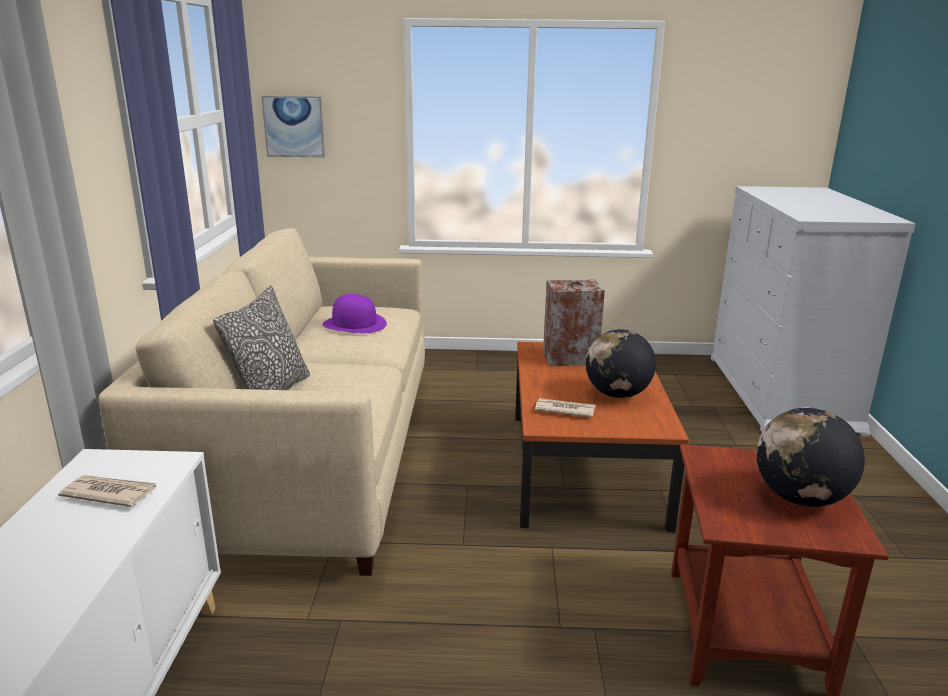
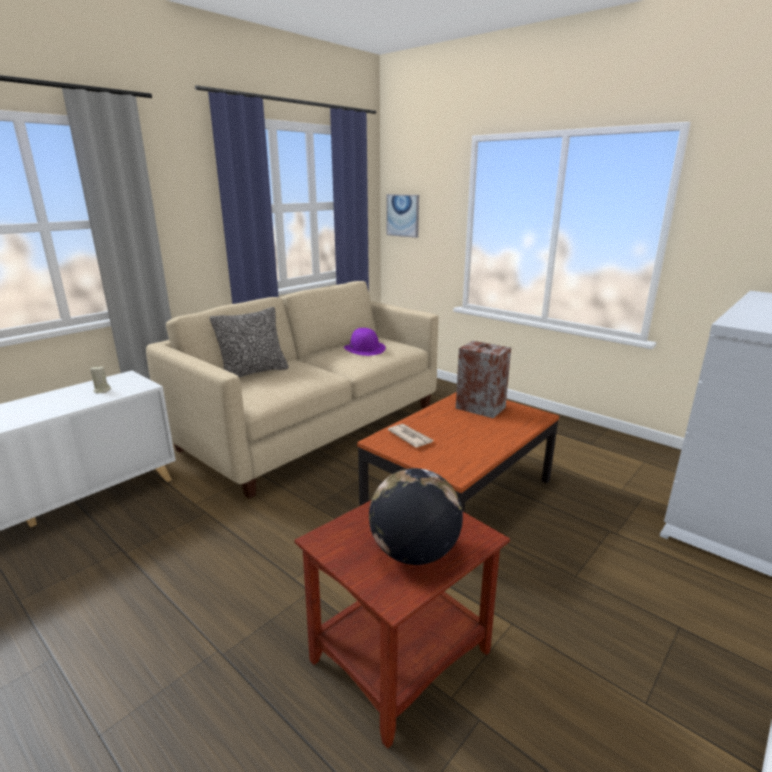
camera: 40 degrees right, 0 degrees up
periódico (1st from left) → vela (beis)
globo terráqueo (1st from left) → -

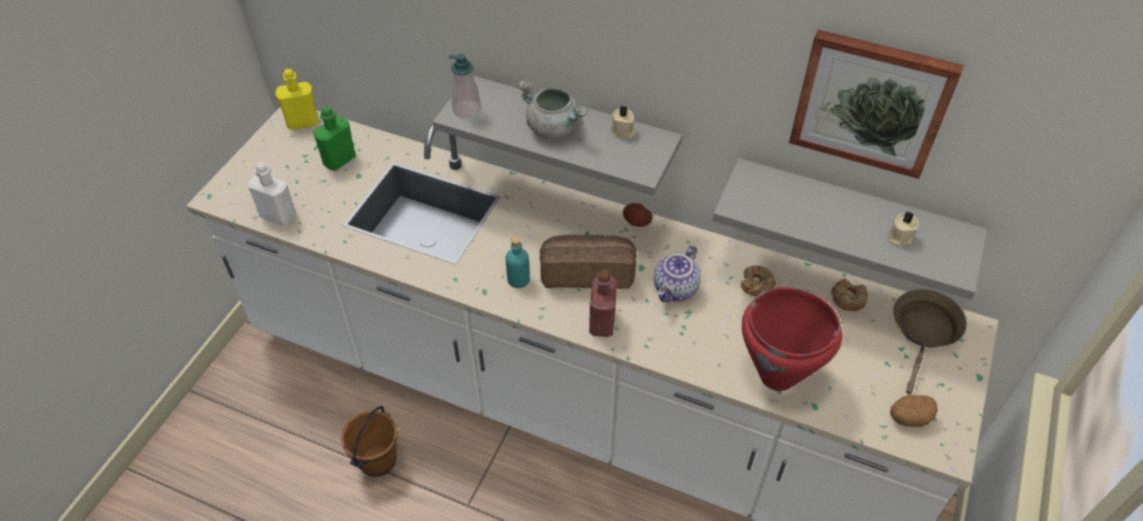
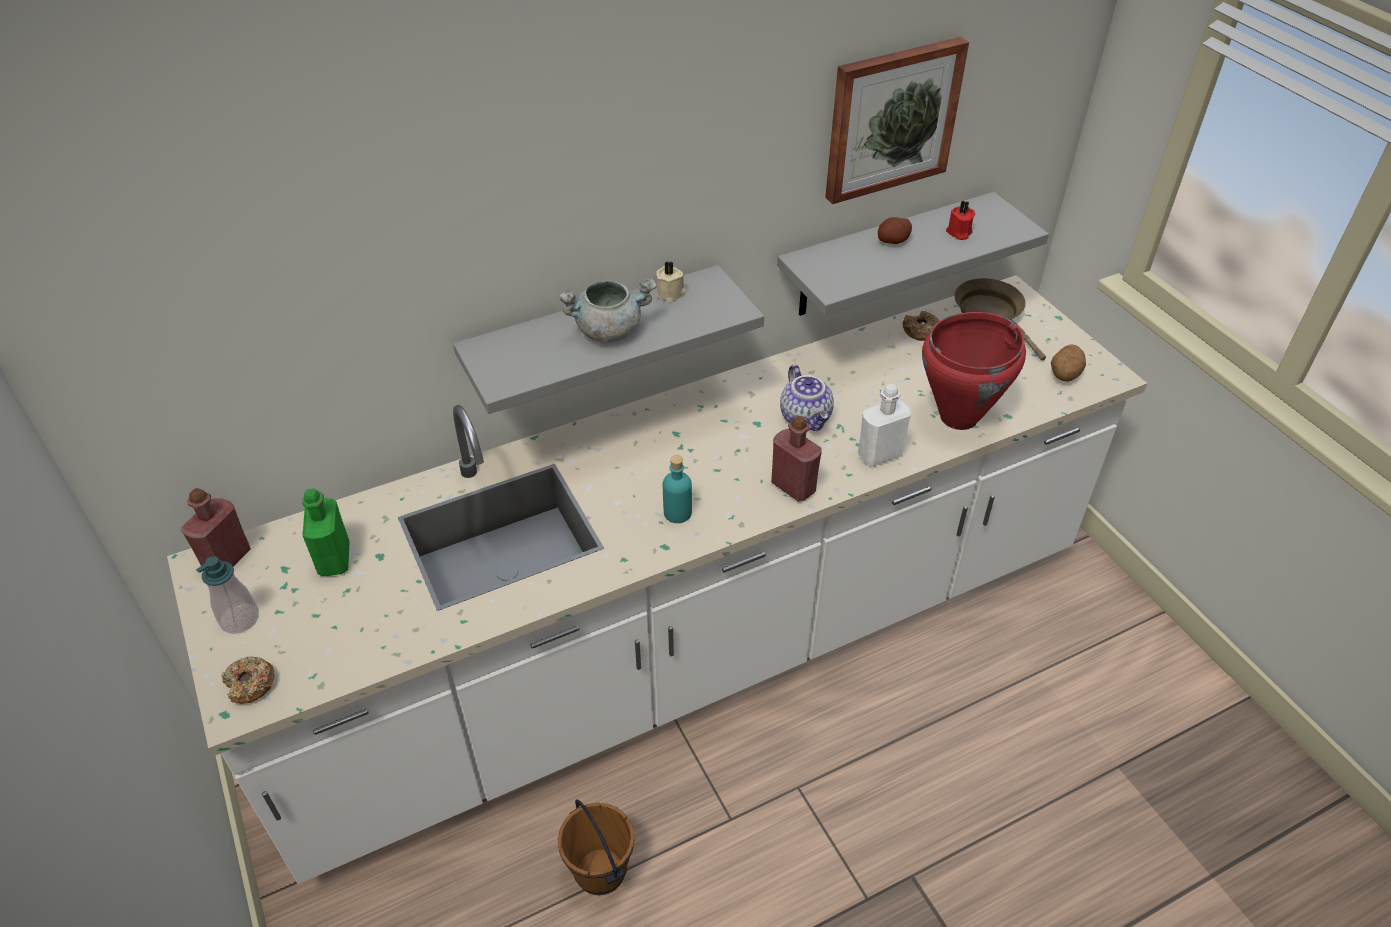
camera: 50 degrees left, 5 degrees down
botella (amarillo) → botella (rojo) (1st from left)
dispensador de jabón, move
rosquilla (1st from left), move
botella (blanco), move
patata (1st from left), move
vela (beis) (2nd from left) → vela (rojo)
pan → -

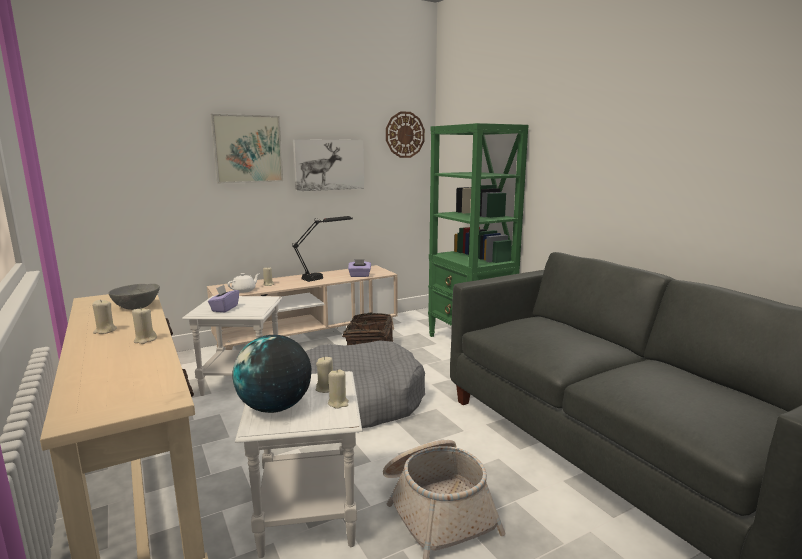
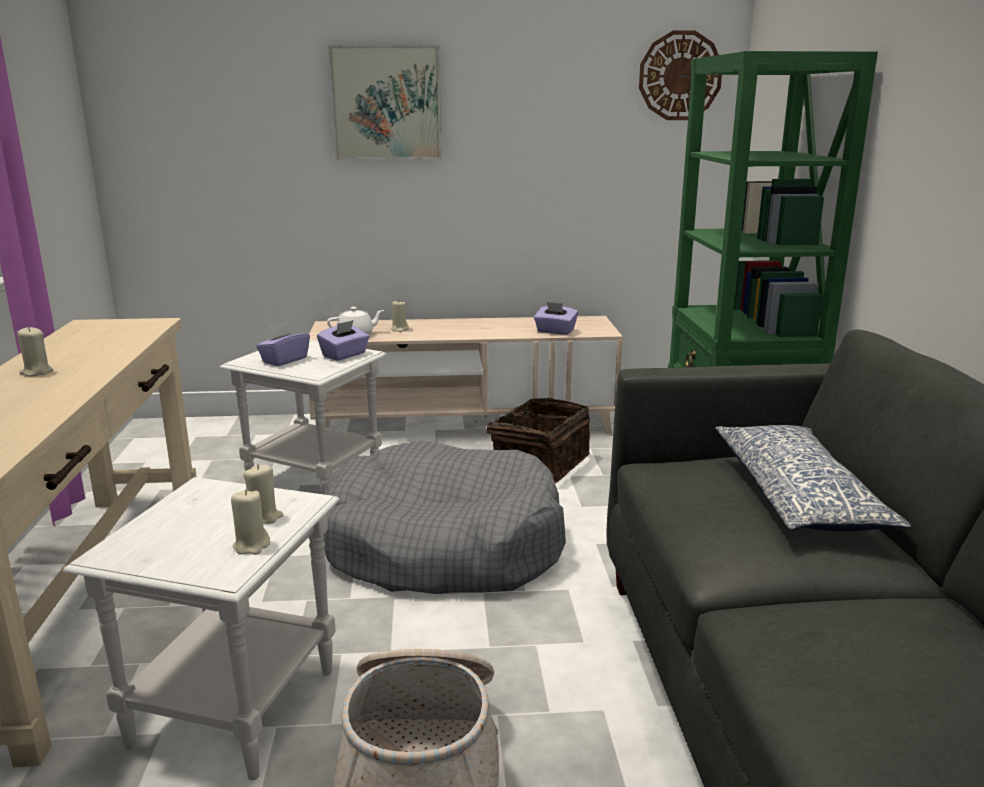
camera: 25 degrees right, 5 degrees up
- → caja de pañuelos (morado) (2nd from left)
- → cojín
cuenco (gris) → -
vela (beis) (2nd from left) → -
globo terráqueo → -
lámpara de mesa (negro) → -
cuadro (2nd from left) → -

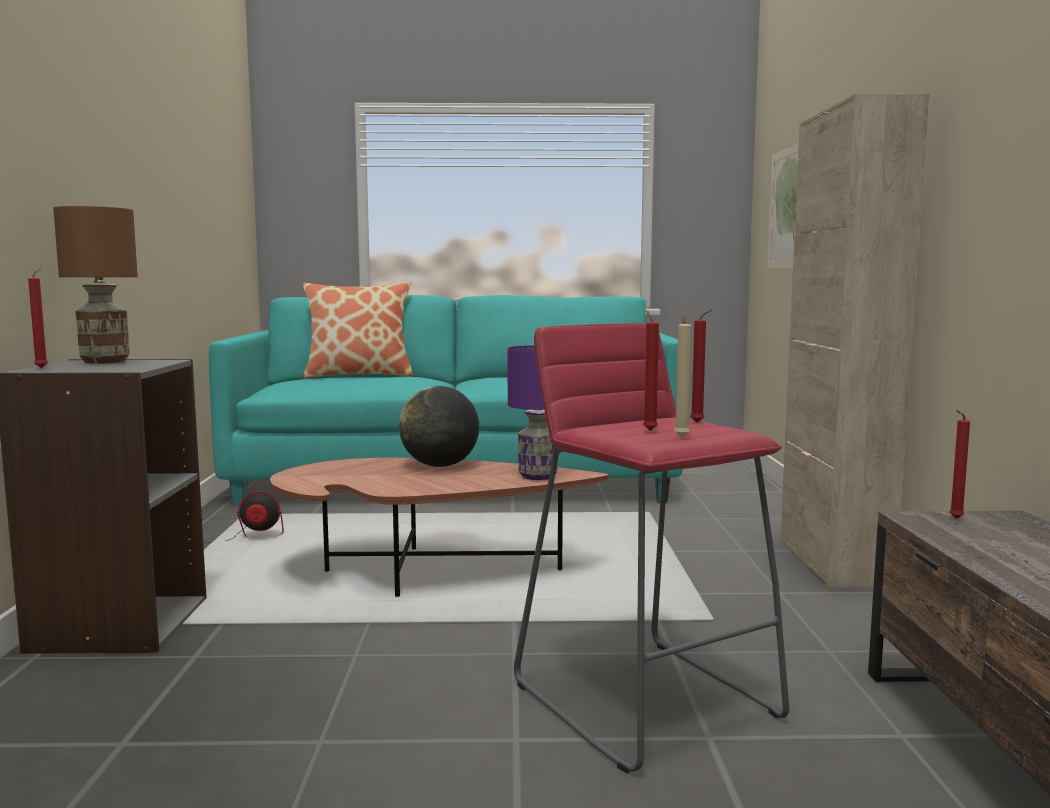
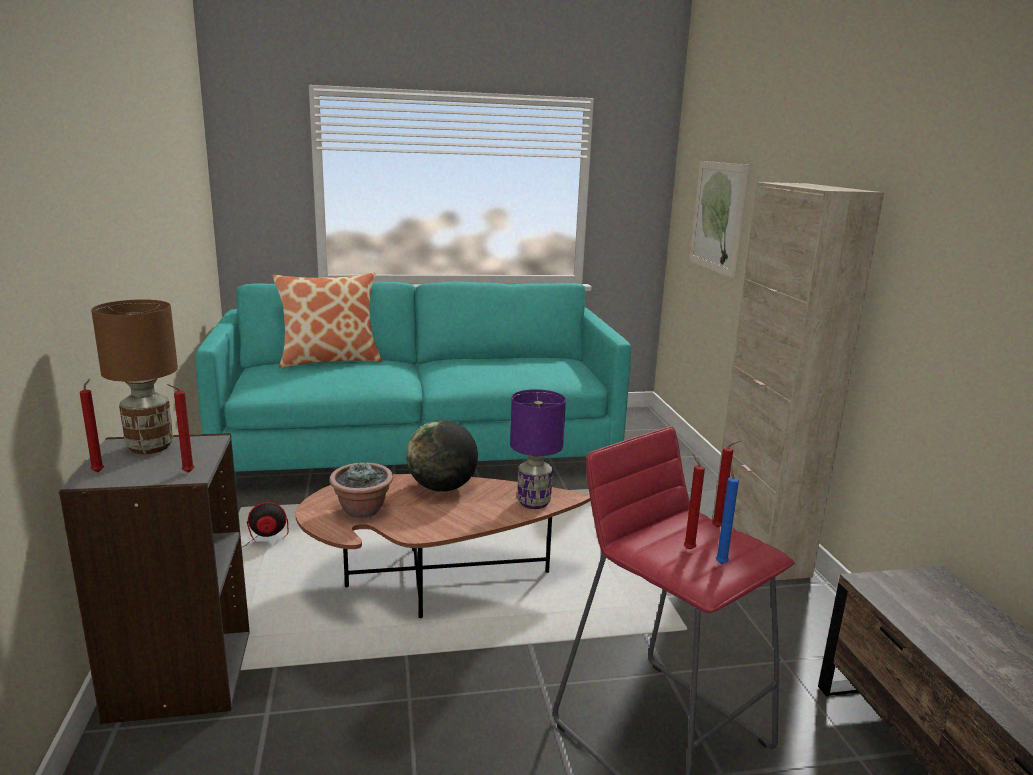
camera: 10 degrees left, 10 degrees up
vela (rojo) (4th from left in the first image) → vela (rojo) (2nd from left), move
- → planta en maceta
vela (beis) → vela (azul)

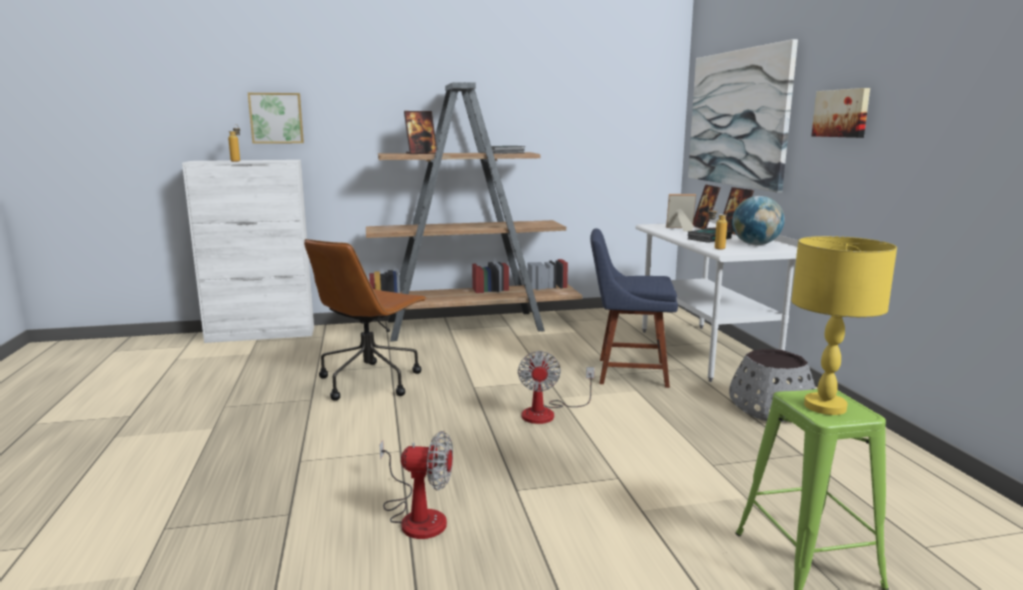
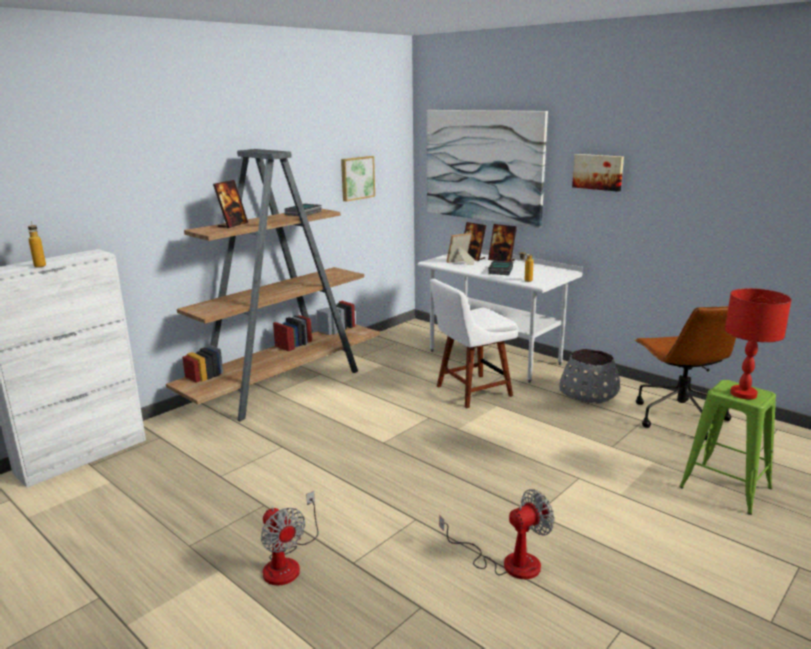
camera: 35 degrees left, 5 degrees up
ventilador (2nd from left in the first image) → ventilador (1st from left), move
cuadro (1st from left), move
silla (azul) → silla (blanco)
silla de oficina (marrón), move
lámpara de mesa (amarillo) → lámpara de mesa (rojo)
globo terráqueo → -

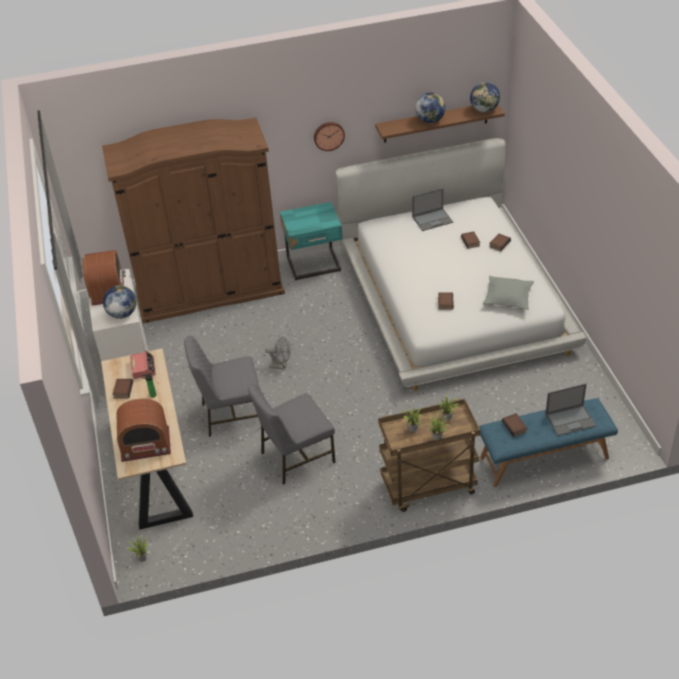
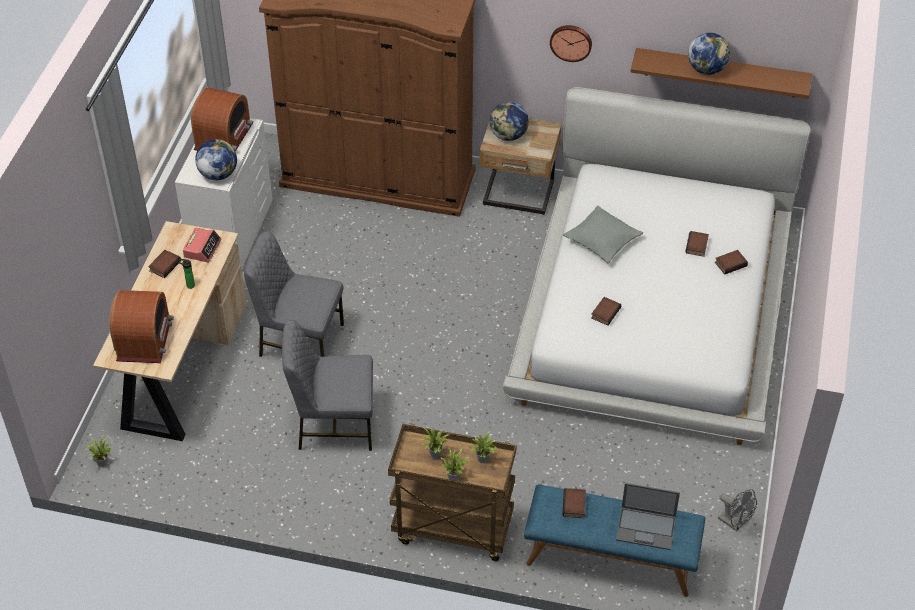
camera: 25 degrees right, 5 degrees up
radio (2nd from left in the first image) → radio (1st from left), 105 degrees counterclockwise
mesita de noche (turquesa) → mesita de noche (beis)
globo terráqueo (3rd from left in the first image) → globo terráqueo (2nd from left), move
cojín (gris), move
ventilador (gris), move
portátil (1st from left) → -

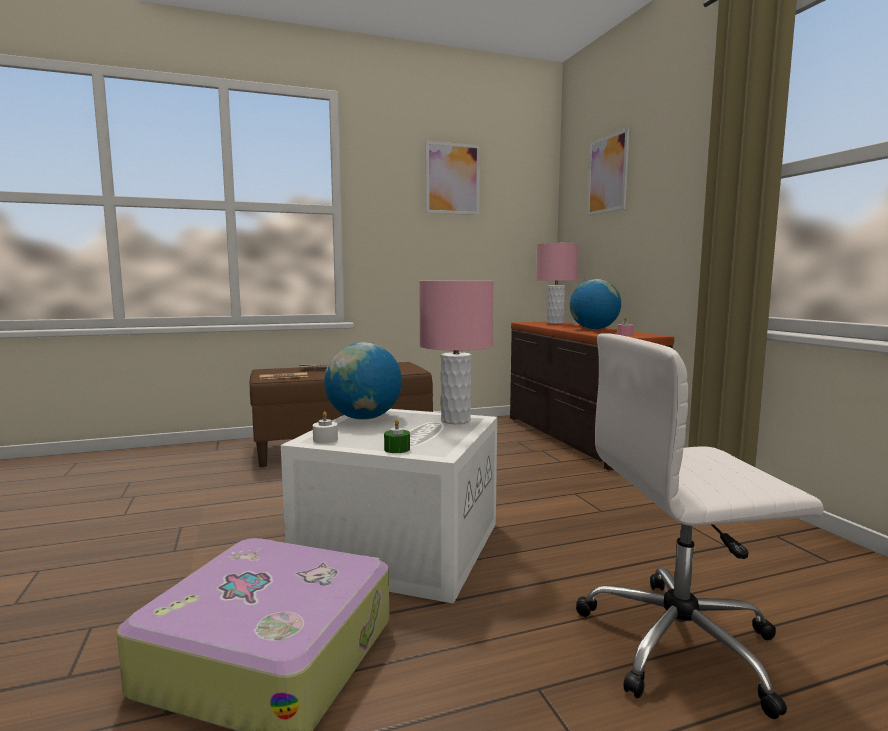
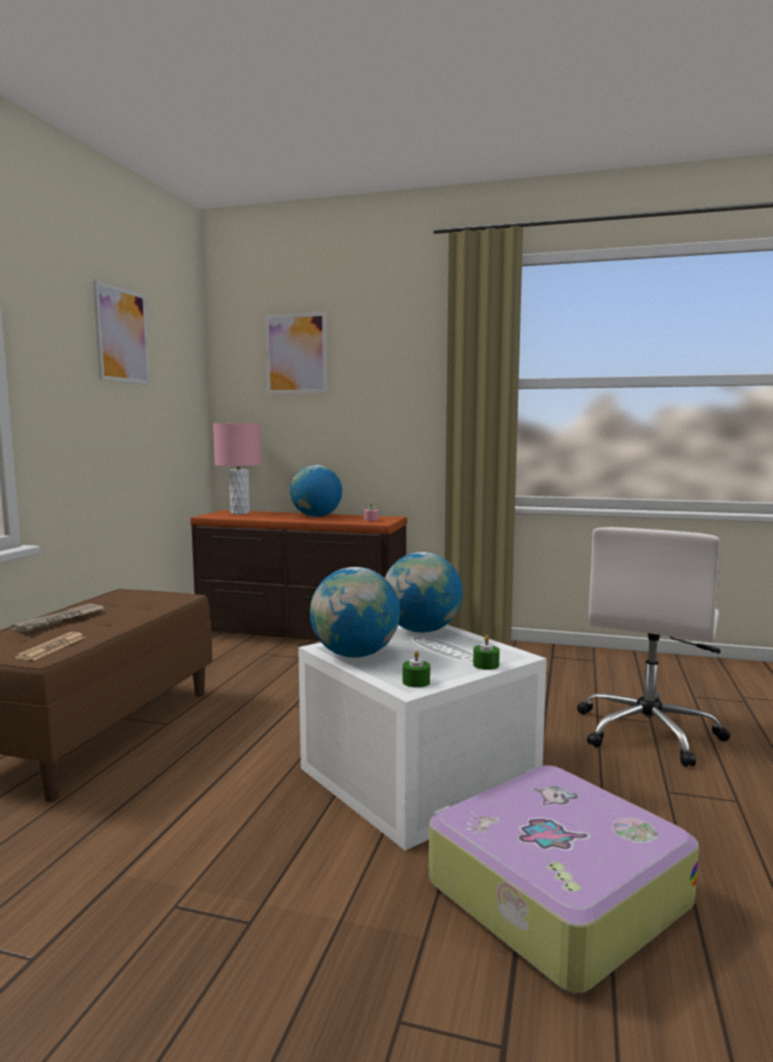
camera: 55 degrees left, 0 degrees up
lámpara de mesa (rosa) (1st from left) → globo terráqueo (3rd from left)
vela (blanco) → vela (verde) (1st from left)

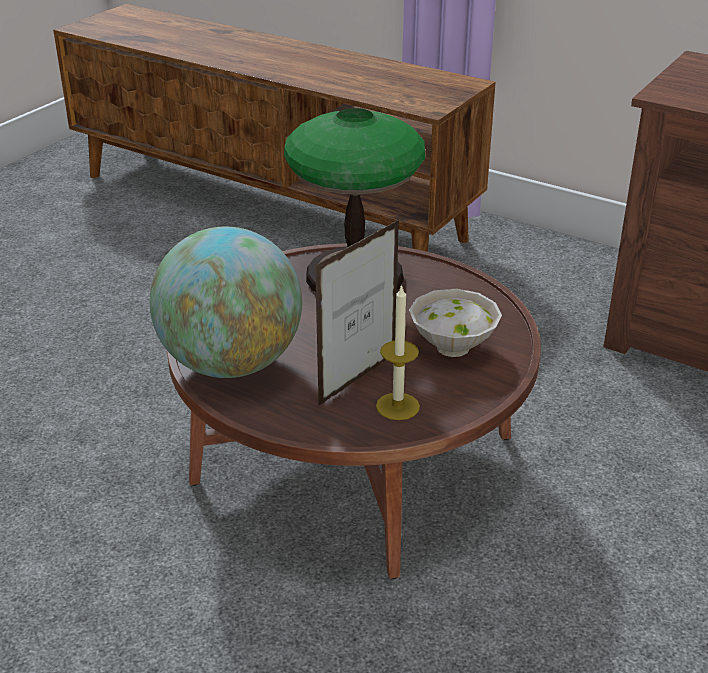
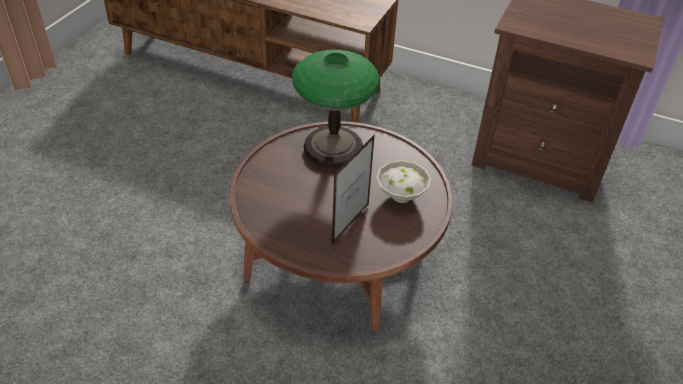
camera: 10 degrees left, 10 degrees up
globo terráqueo → -
vela → -

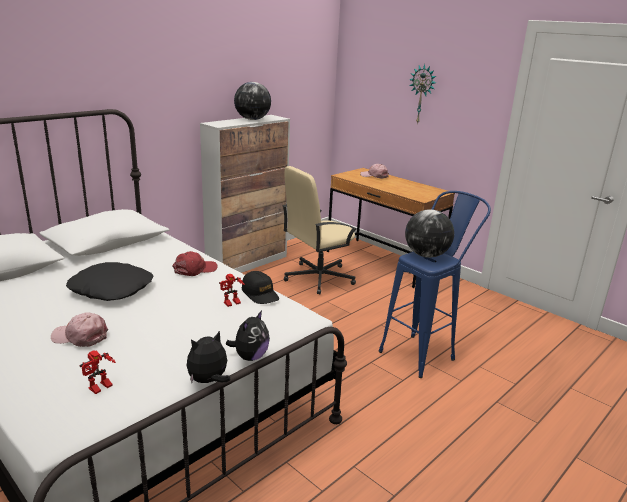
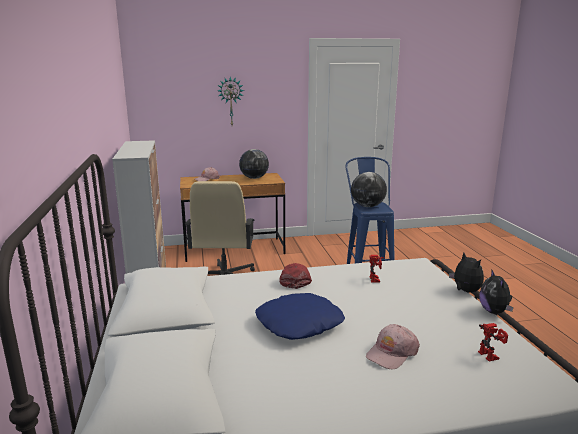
camera: 55 degrees left, 5 degrees down
globo terráqueo (1st from left), move
cojín (negro) → cojín (azul)
gorra (negro) → -

